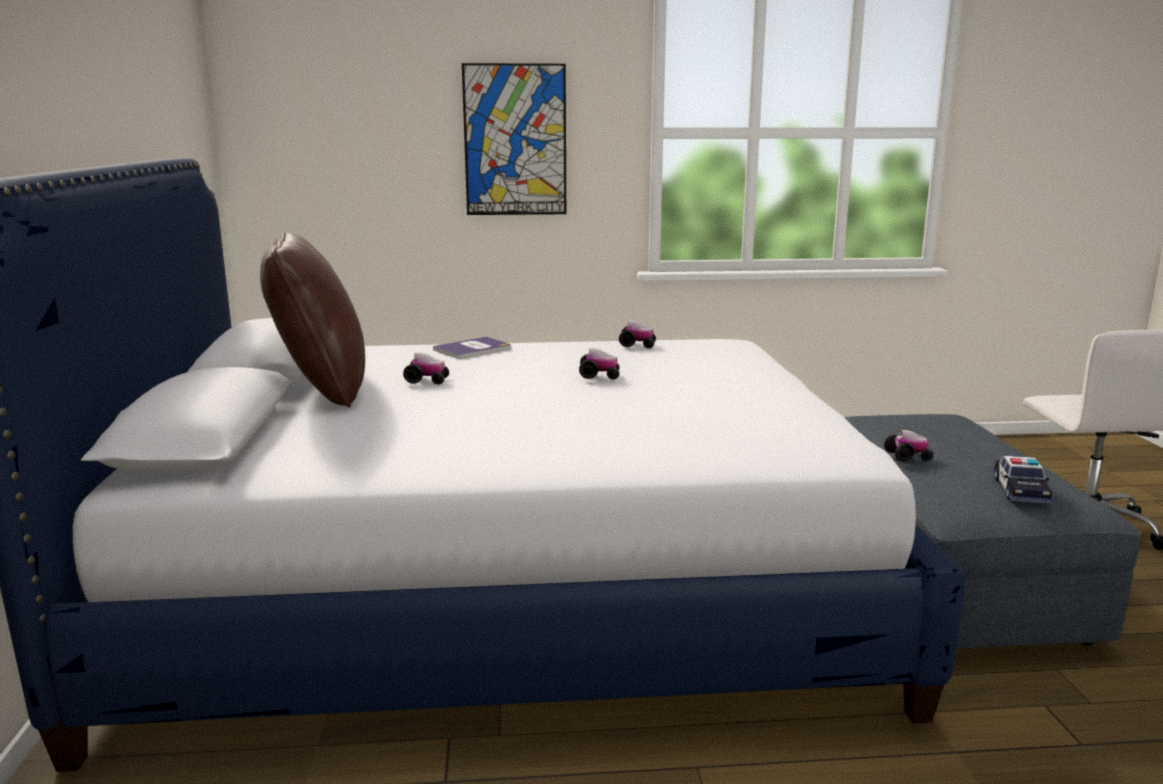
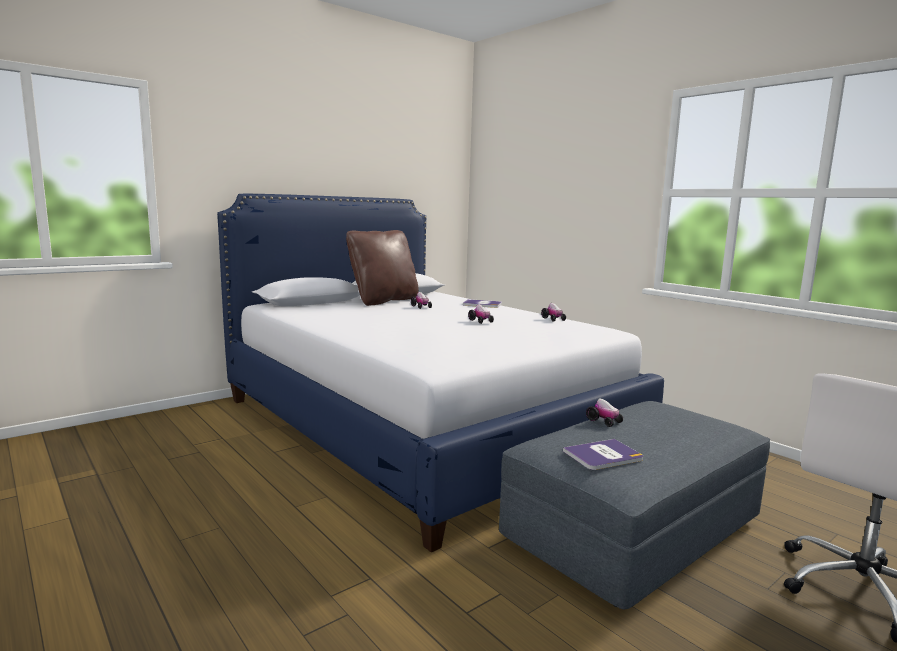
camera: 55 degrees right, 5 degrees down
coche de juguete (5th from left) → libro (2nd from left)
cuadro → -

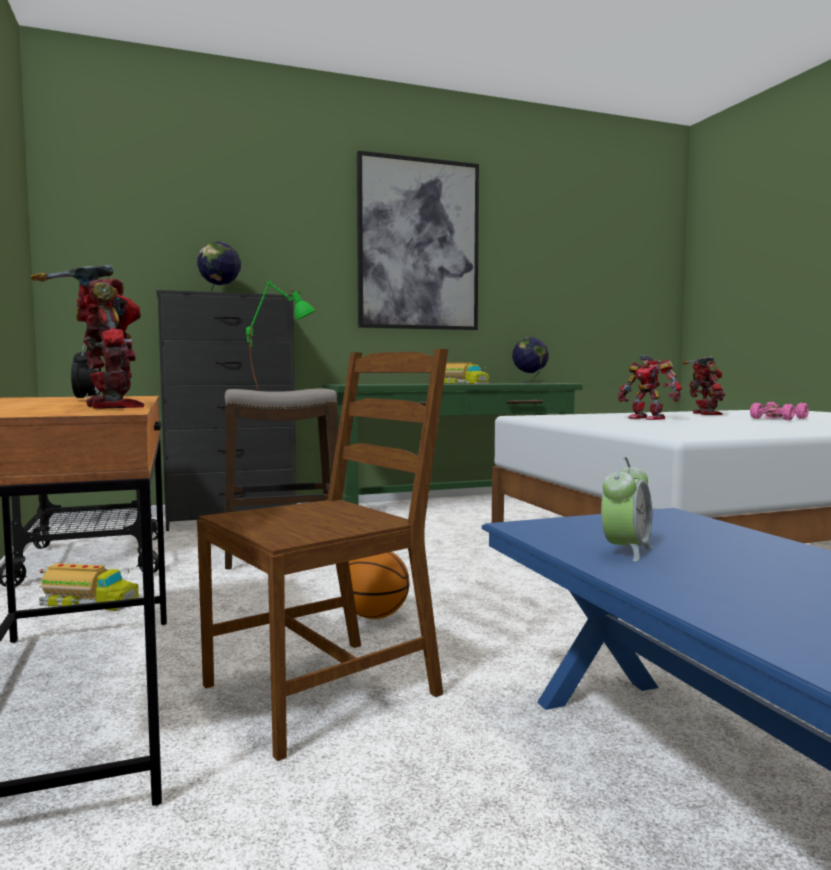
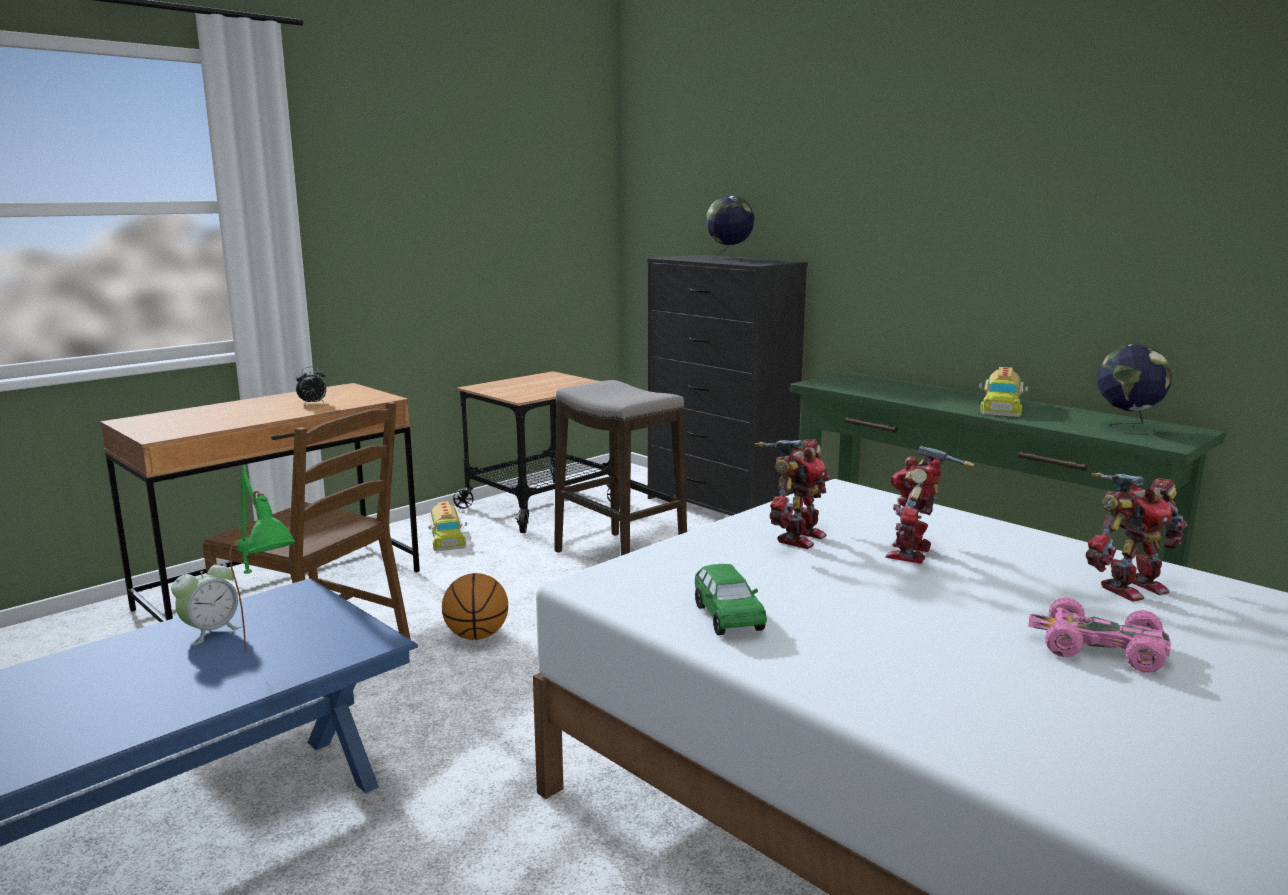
camera: 65 degrees right, 10 degrees up
despertador (2nd from left in the first image) → despertador (1st from left), 60 degrees counterclockwise
lámpara de mesa (verde), move
- → coche de juguete (verde)
robot de juguete (1st from left), move
cuadro → -

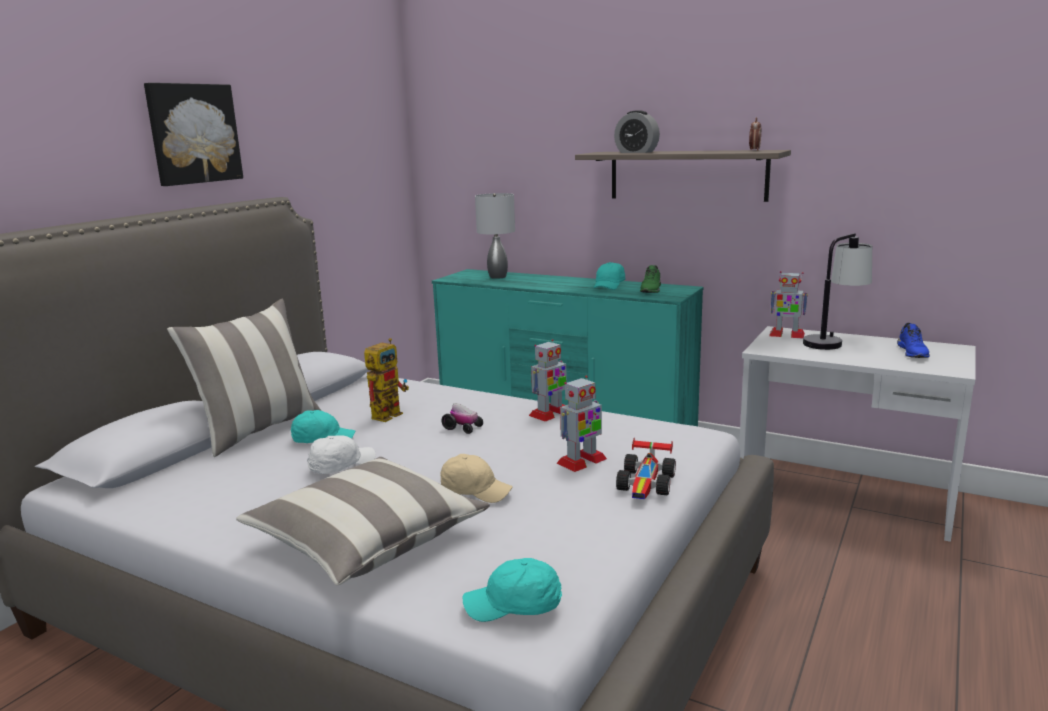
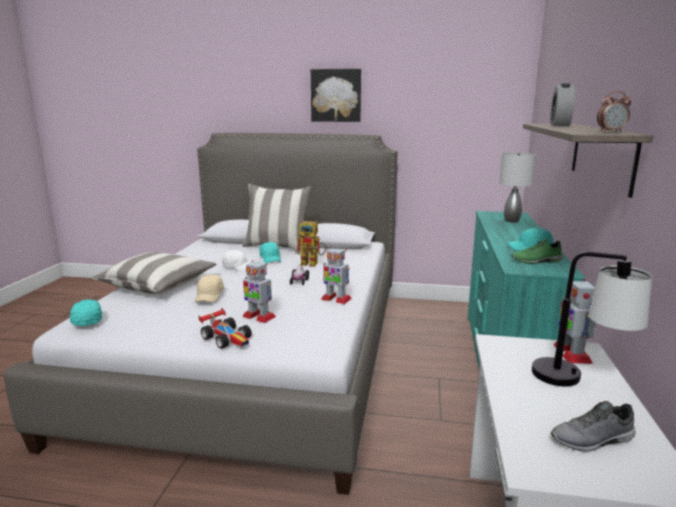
camera: 70 degrees right, 0 degrees up
coche de juguete (2nd from left in the first image) → coche de juguete (1st from left), 135 degrees counterclockwise
zapato (azul) → zapato (gris)

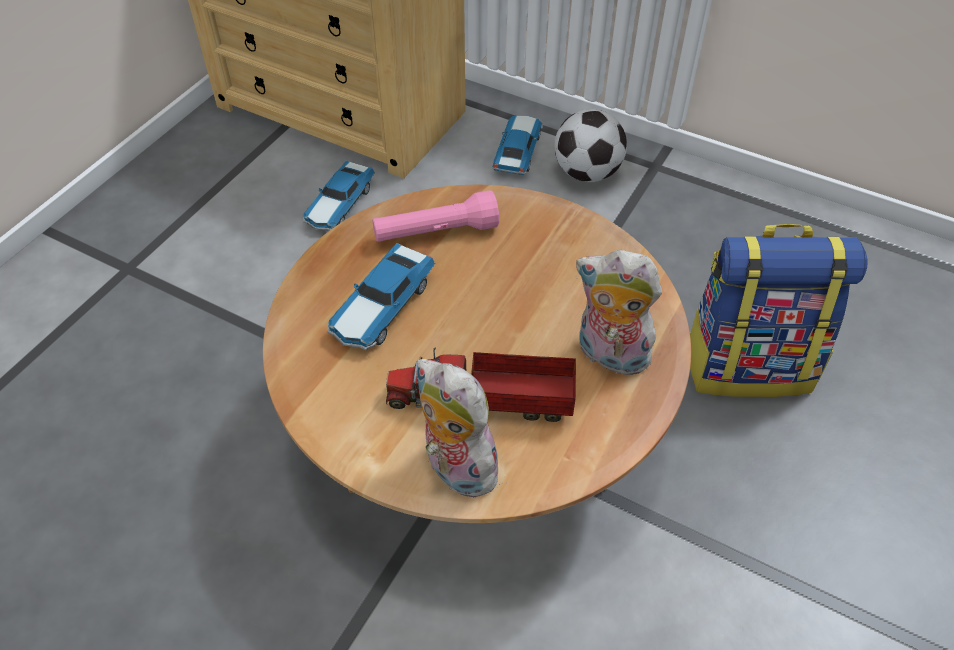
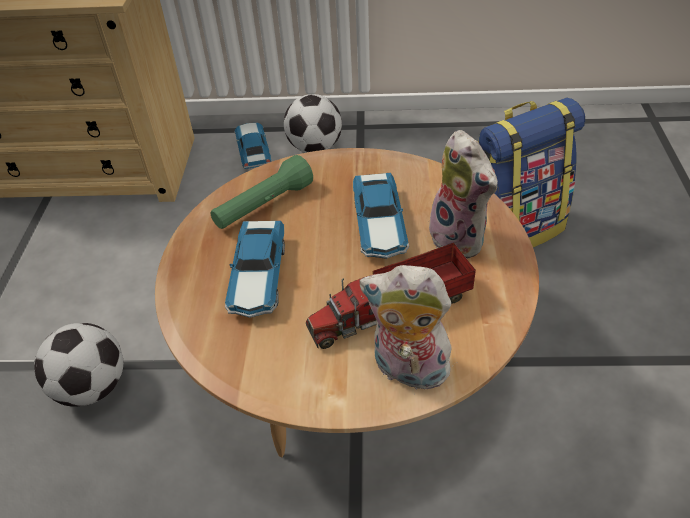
camera: 25 degrees left, 5 degrees down
- → balón de fútbol (1st from left)
linterna (rosa) → linterna (verde)
coche de juguete (1st from left in the first image) → coche de juguete (3rd from left), move
peluche (2nd from left), 120 degrees counterclockwise

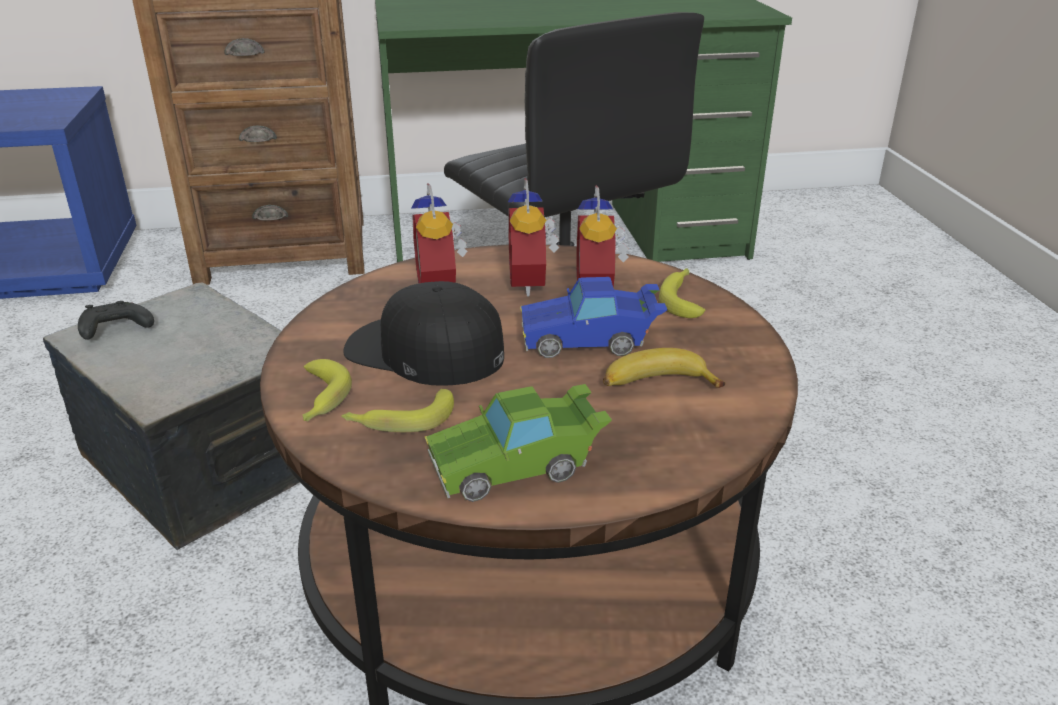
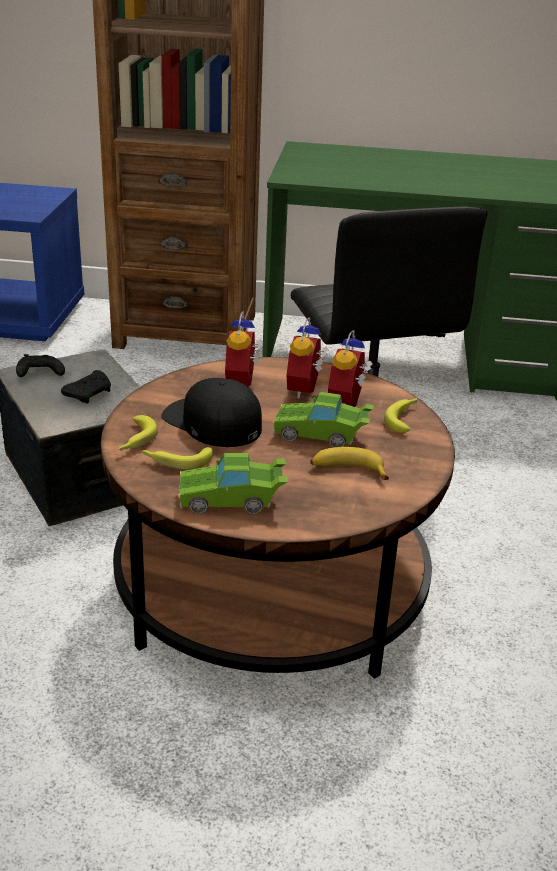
camera: 15 degrees right, 0 degrees up
- → mando de consola (negro) (2nd from left)
coche de juguete (azul) → coche de juguete (verde) (2nd from left)

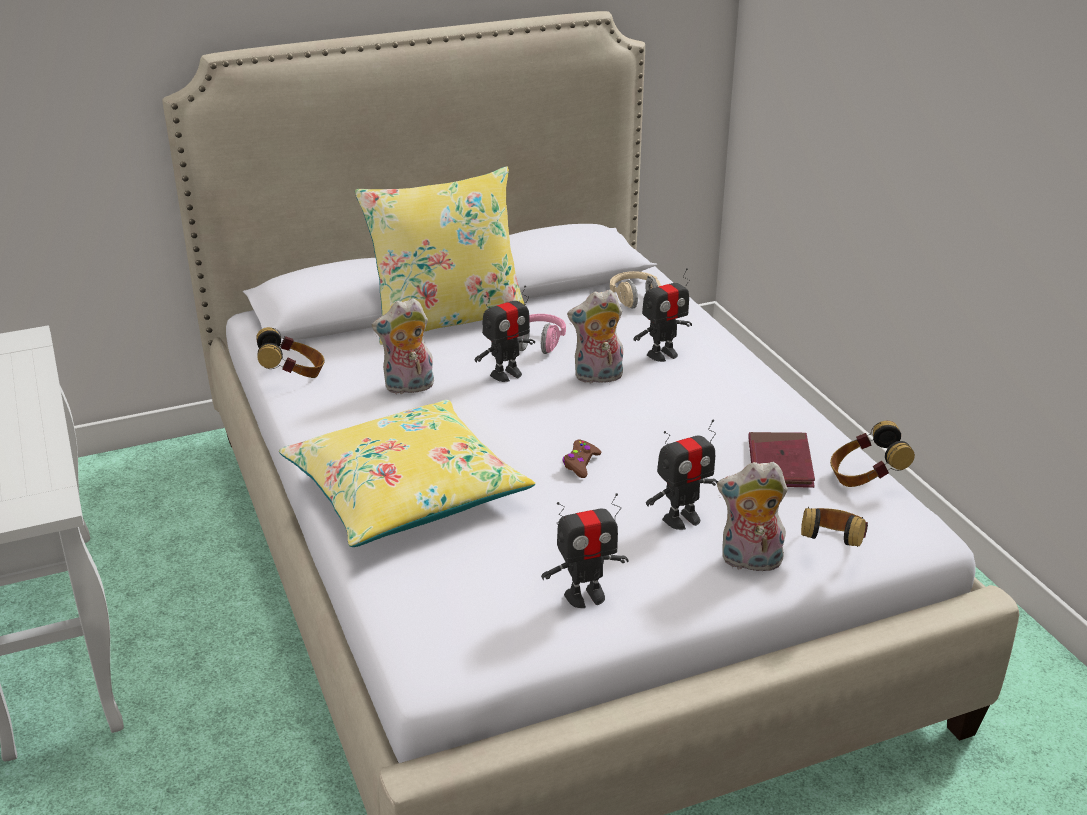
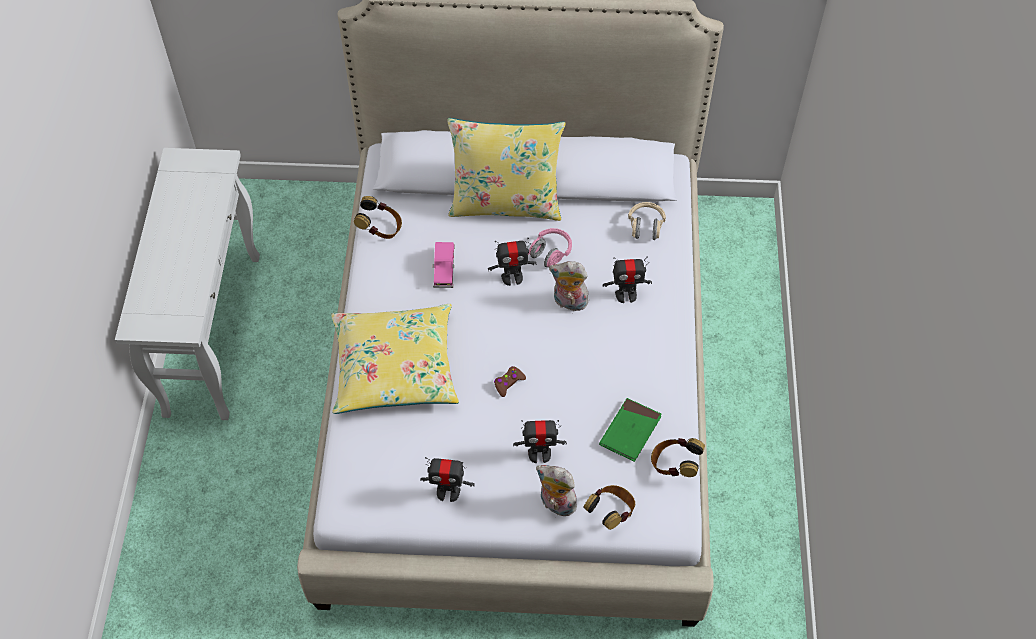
camera: 25 degrees right, 25 degrees up
peluche (1st from left) → coche de juguete (rosa)
libro (rojo) → libro (verde)

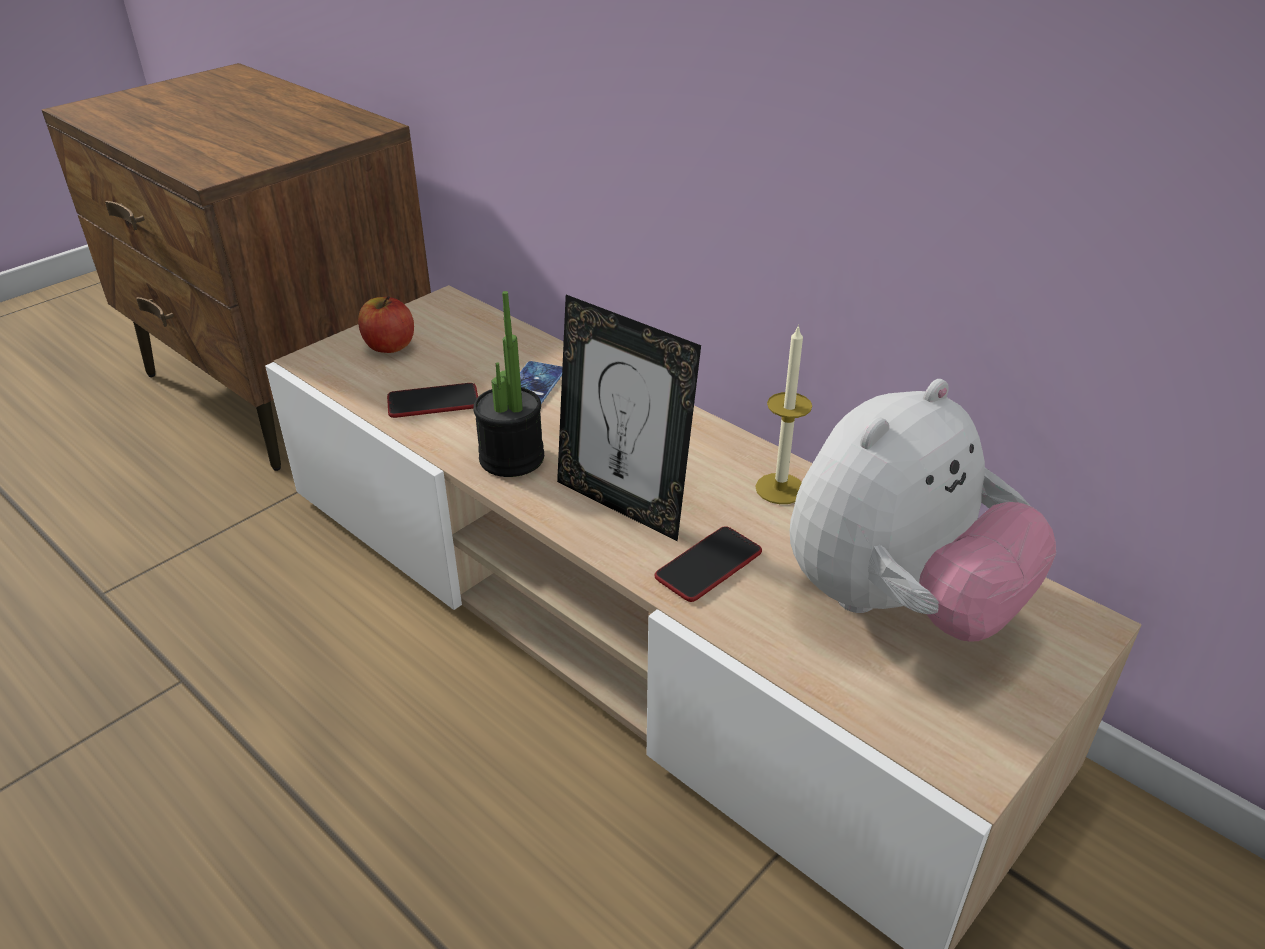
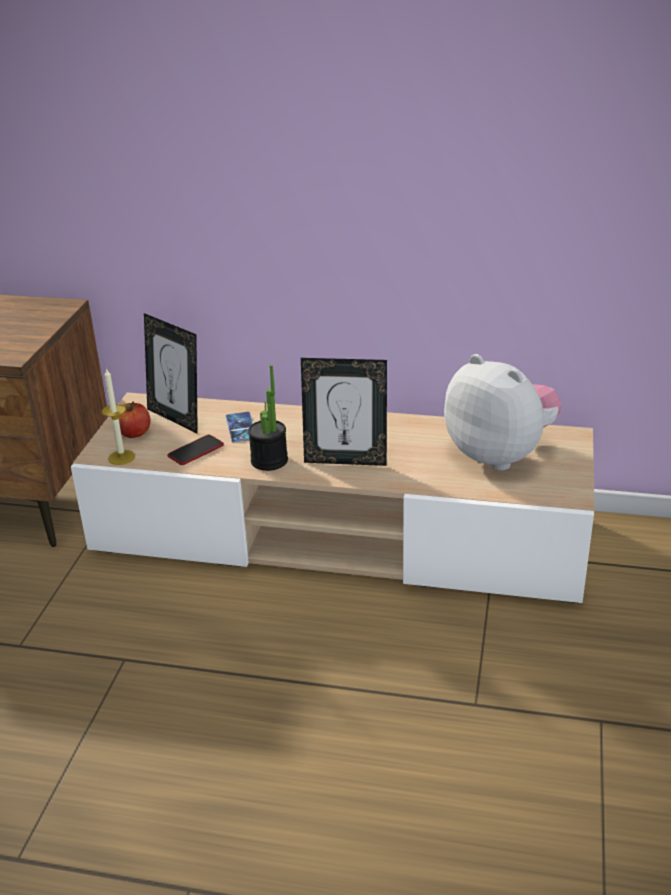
camera: 30 degrees left, 5 degrees down
vela, move
- → portarretratos (1st from left)
peluche, 60 degrees counterclockwise
móvil (3rd from left) → -

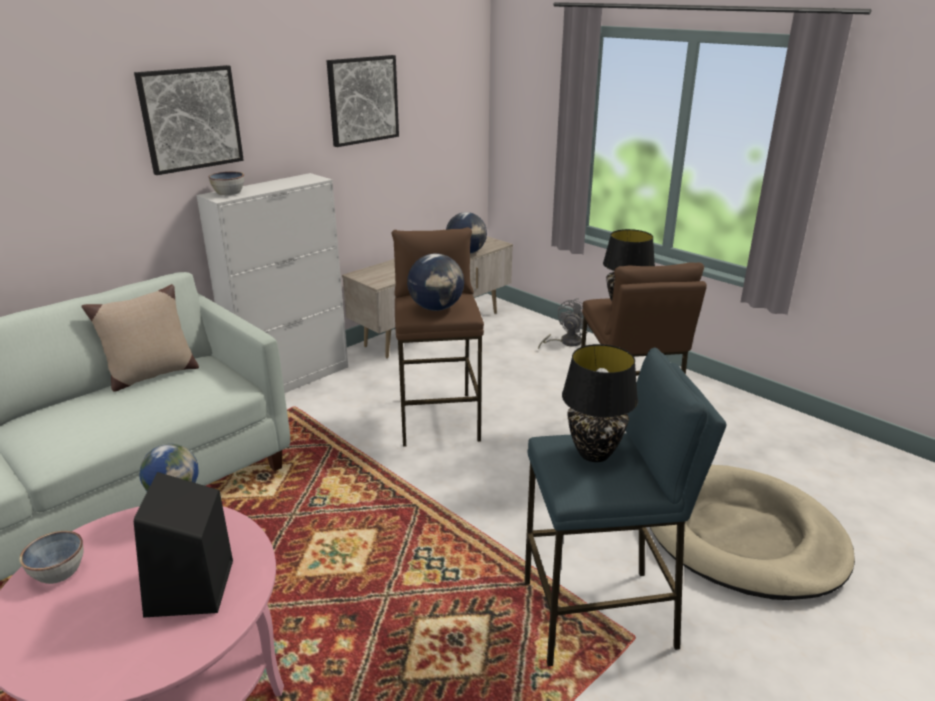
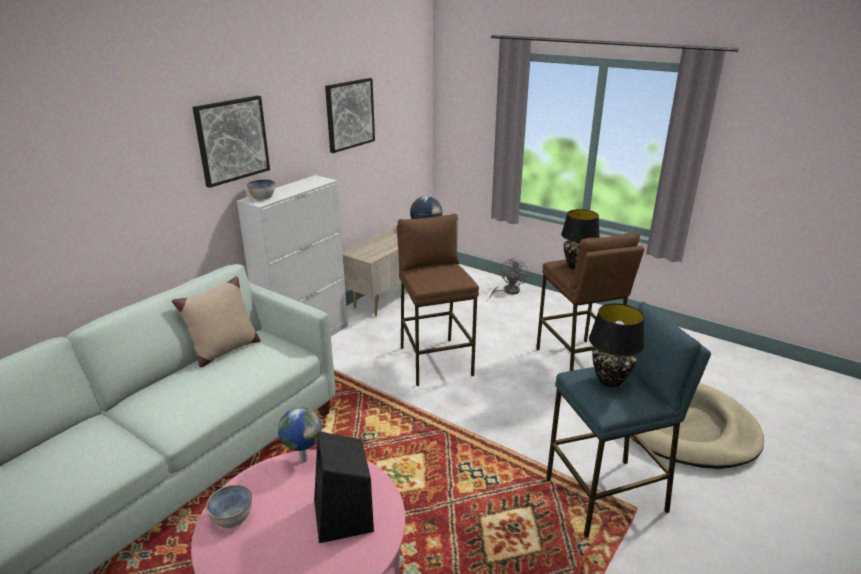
camera: 10 degrees left, 0 degrees up
globo terráqueo (2nd from left) → -

